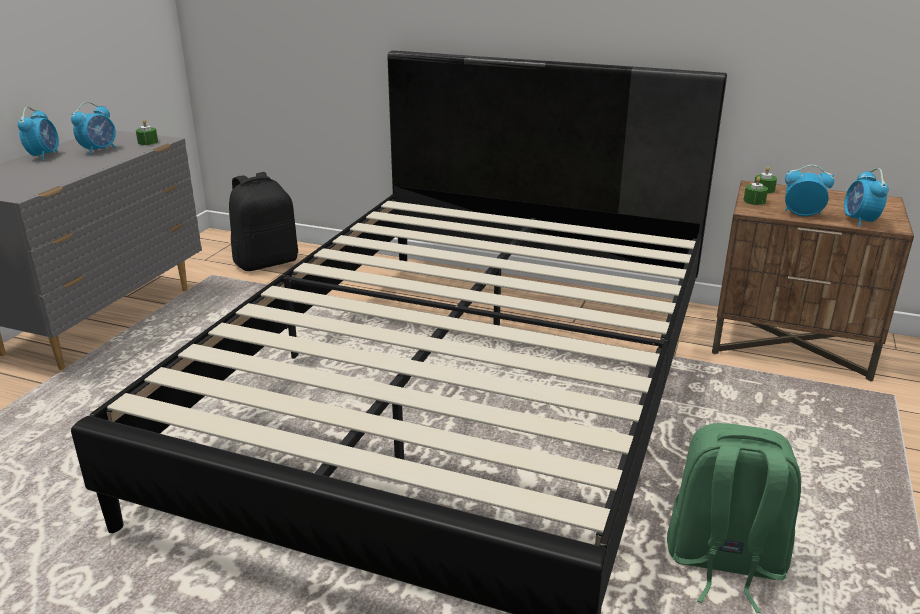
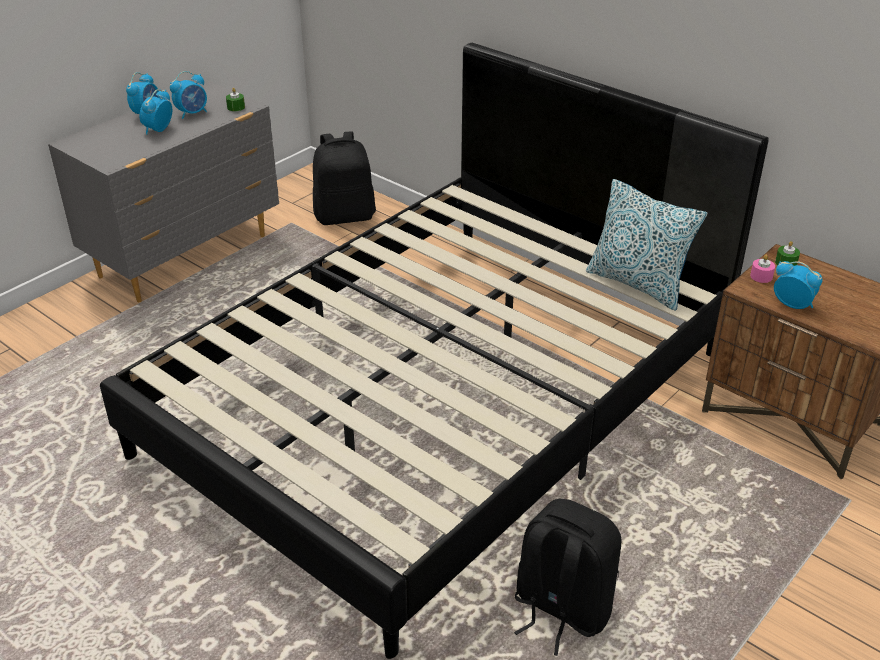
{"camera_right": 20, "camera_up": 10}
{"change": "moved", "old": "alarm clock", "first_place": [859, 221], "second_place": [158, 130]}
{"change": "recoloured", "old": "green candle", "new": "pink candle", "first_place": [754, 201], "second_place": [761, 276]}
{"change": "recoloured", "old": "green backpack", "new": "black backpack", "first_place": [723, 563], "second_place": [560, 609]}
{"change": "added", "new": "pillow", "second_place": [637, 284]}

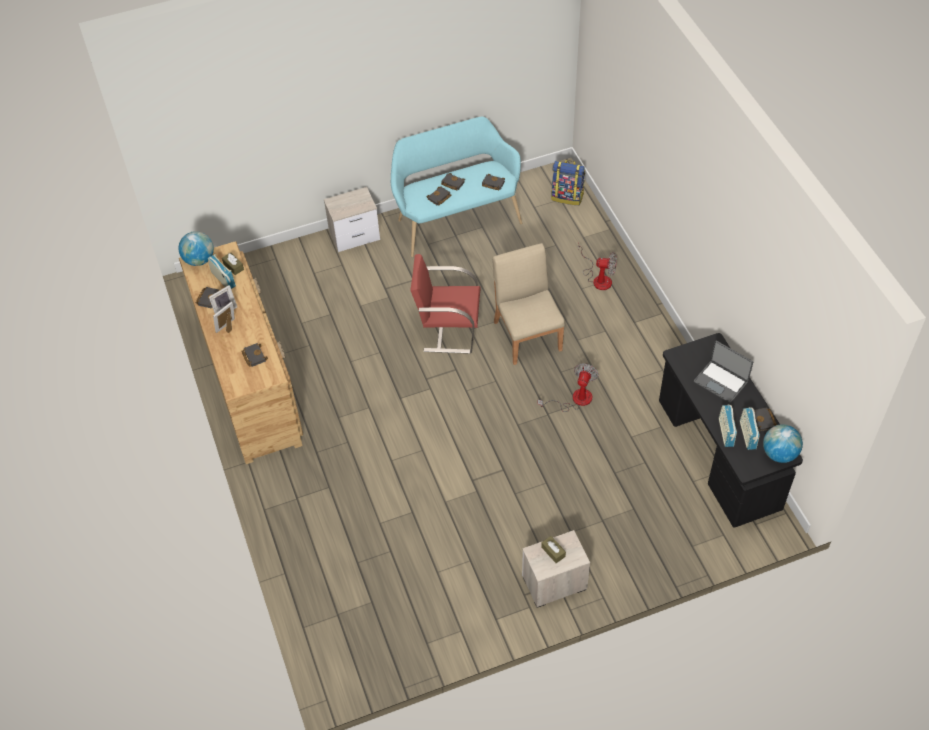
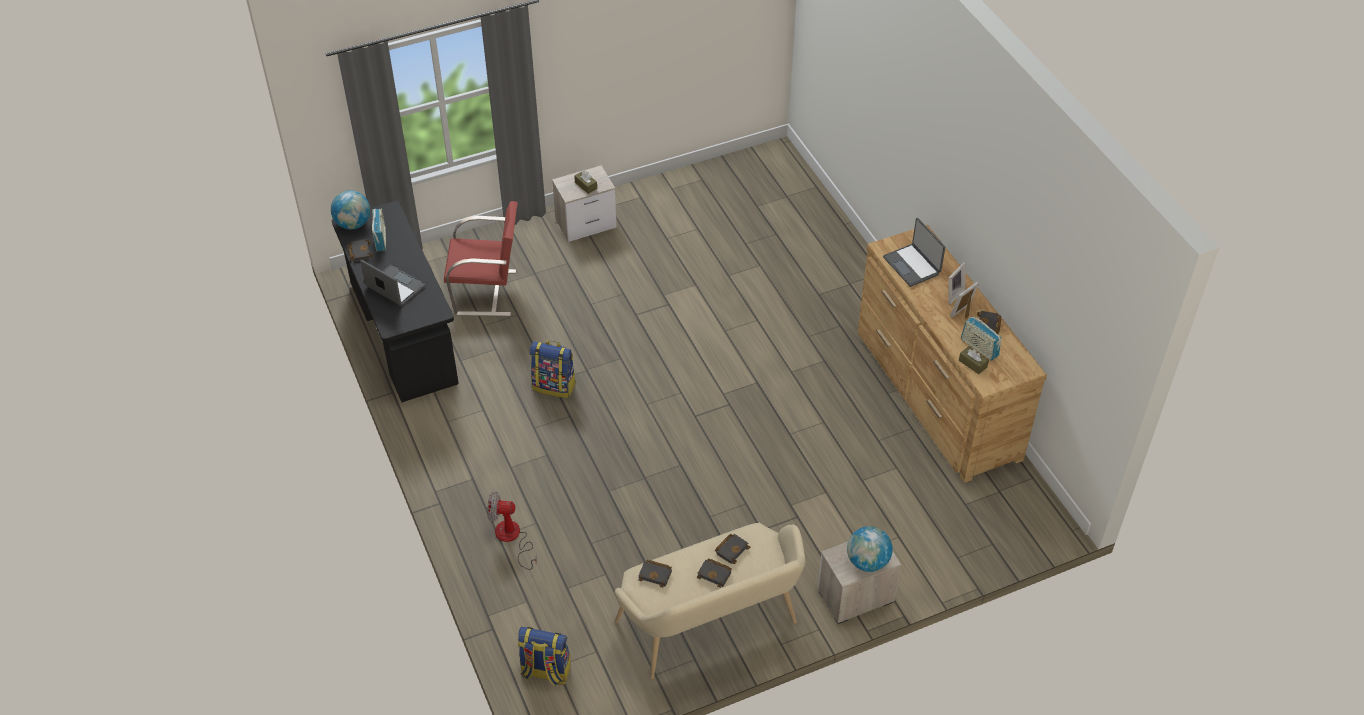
{"camera_right": 175, "camera_up": -5}
{"change": "recoloured", "old": "turquoise bench", "new": "beige bench", "first_place": [456, 219], "second_place": [711, 627]}
{"change": "moved", "old": "globe", "first_place": [199, 260], "second_place": [867, 562]}
{"change": "removed", "old": "beige chair", "first_place": [527, 335]}
{"change": "moved", "old": "red chair", "first_place": [448, 330], "second_place": [487, 293]}
{"change": "replaced", "old": "black book", "new": "laptop", "first_place": [253, 356], "second_place": [912, 265]}
{"change": "replaced", "old": "fan", "new": "backpack", "first_place": [575, 399], "second_place": [554, 386]}
{"change": "removed", "old": "radio", "first_place": [726, 432]}

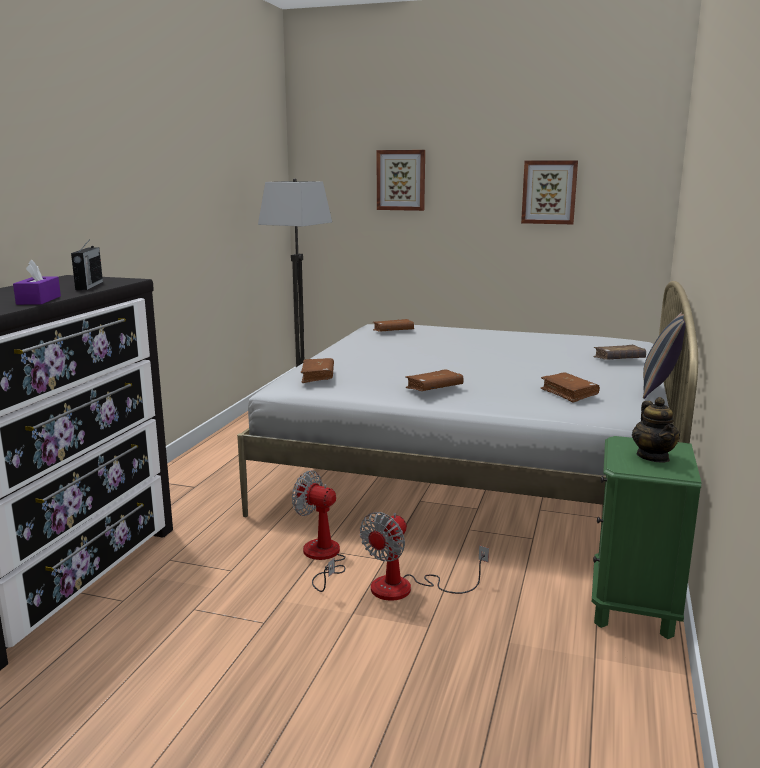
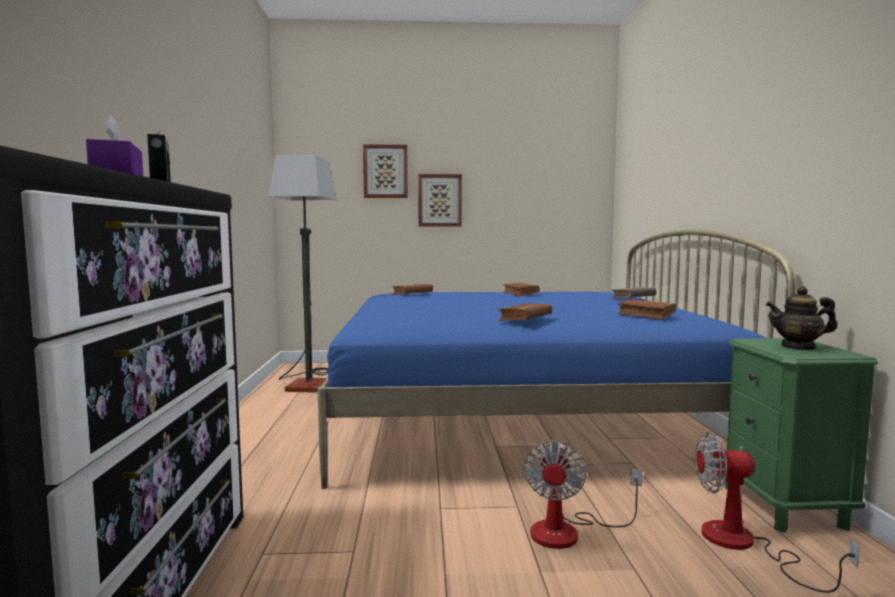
{"camera_right": -20, "camera_up": -10}
{"change": "moved", "old": "picture", "first_place": [549, 192], "second_place": [440, 200]}
{"change": "recoloured", "old": "white bed", "new": "blue bed", "first_place": [475, 469], "second_place": [518, 414]}
{"change": "removed", "old": "pillow", "first_place": [660, 389]}
{"change": "moved", "old": "brown book", "first_place": [317, 376], "second_place": [520, 294]}
{"change": "turned", "old": "teapot", "first_place": [653, 457], "second_place": [798, 347], "degrees": 120}
{"change": "moved", "old": "fan", "first_place": [322, 557], "second_place": [744, 545]}

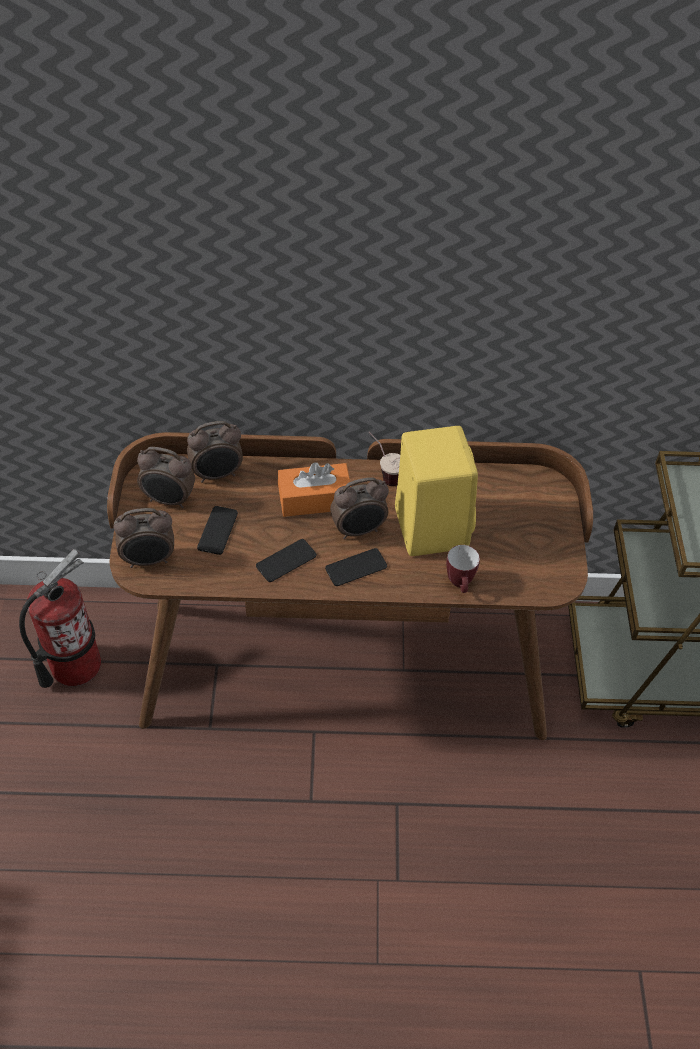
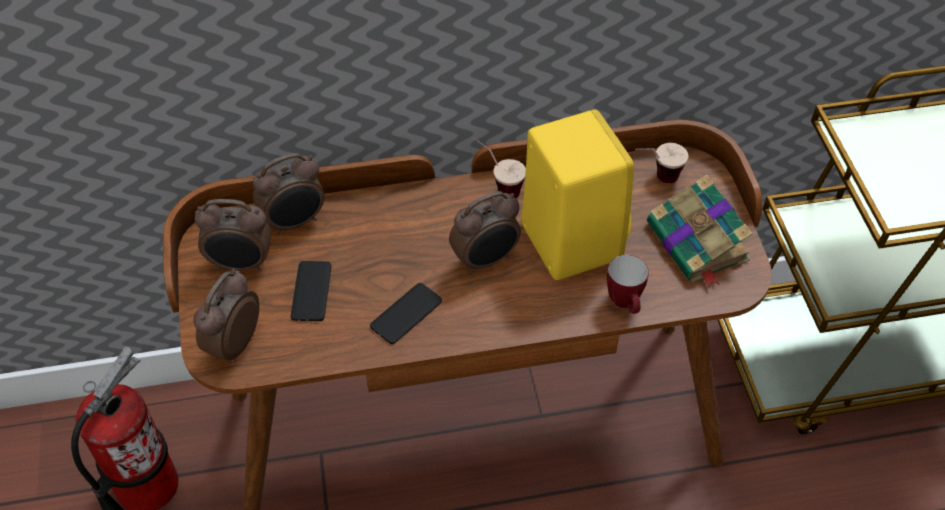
{"camera_right": -10, "camera_up": 0}
{"change": "removed", "old": "orange tissue box", "first_place": [314, 499]}
{"change": "turned", "old": "alarm clock", "first_place": [149, 560], "second_place": [233, 344], "degrees": 135}
{"change": "removed", "old": "phone", "first_place": [356, 567]}
{"change": "added", "new": "cup", "second_place": [655, 179]}
{"change": "added", "new": "book", "second_place": [698, 244]}

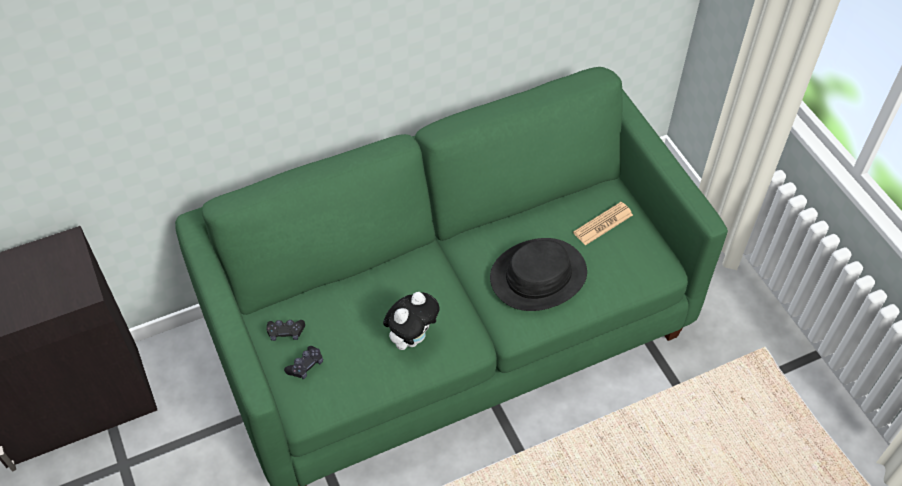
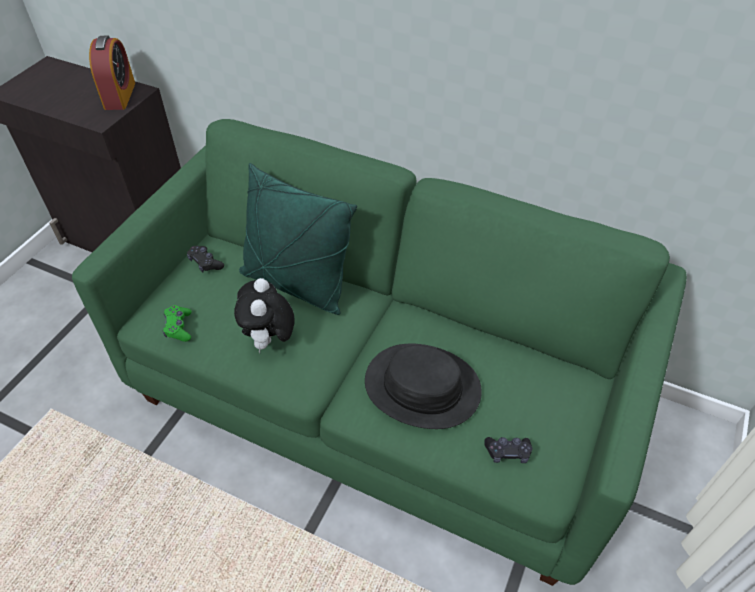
{"camera_right": 50, "camera_up": -5}
{"change": "removed", "old": "newspaper", "first_place": [603, 224]}
{"change": "turned", "old": "plush toy", "first_place": [412, 337], "second_place": [269, 341], "degrees": 90}
{"change": "moved", "old": "black game controller", "first_place": [305, 366], "second_place": [508, 452]}
{"change": "added", "new": "alarm clock", "second_place": [120, 96]}
{"change": "added", "new": "green pillow", "second_place": [296, 284]}
{"change": "added", "new": "green game controller", "second_place": [179, 327]}

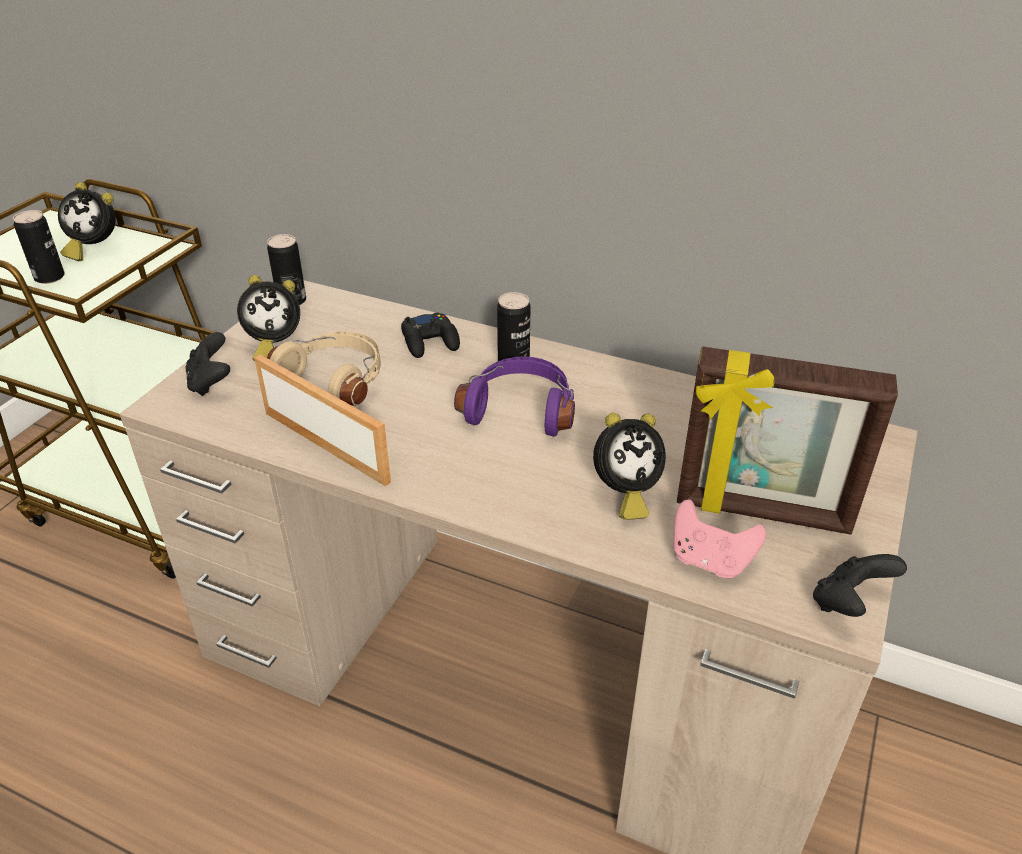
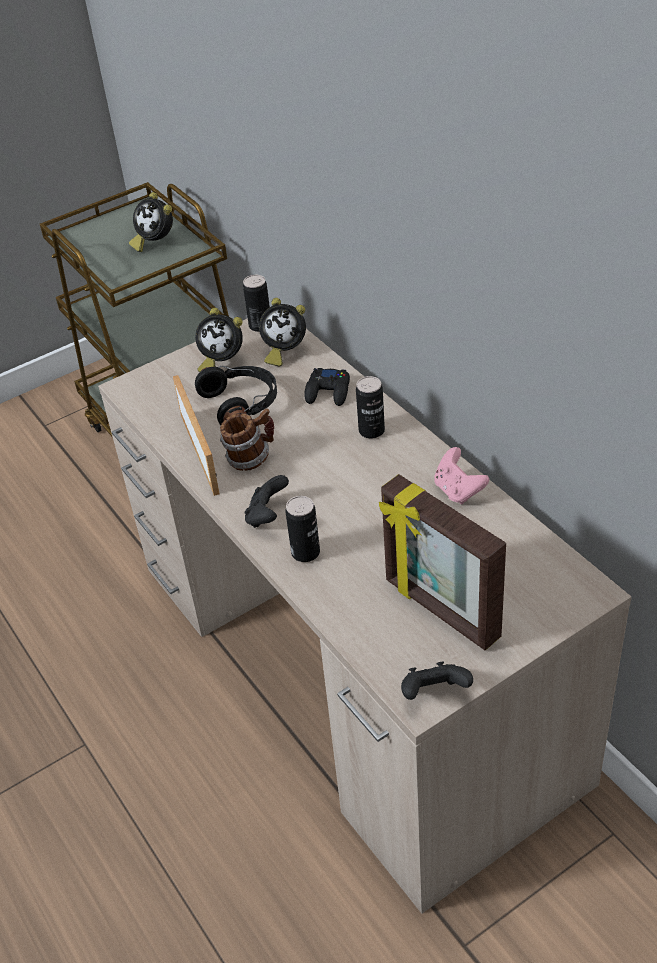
{"camera_right": 35, "camera_up": 5}
{"change": "moved", "old": "can", "first_place": [49, 277], "second_place": [305, 552]}
{"change": "recoloured", "old": "beige headphones", "new": "black headphones", "first_place": [336, 380], "second_place": [242, 404]}
{"change": "moved", "old": "black game controller", "first_place": [211, 383], "second_place": [267, 516]}
{"change": "removed", "old": "purple headphones", "first_place": [521, 409]}
{"change": "moved", "old": "alarm clock", "first_place": [624, 494], "second_place": [283, 352]}
{"change": "moved", "old": "pink game controller", "first_place": [710, 560], "second_place": [458, 490]}
{"change": "added", "new": "mug", "second_place": [251, 458]}

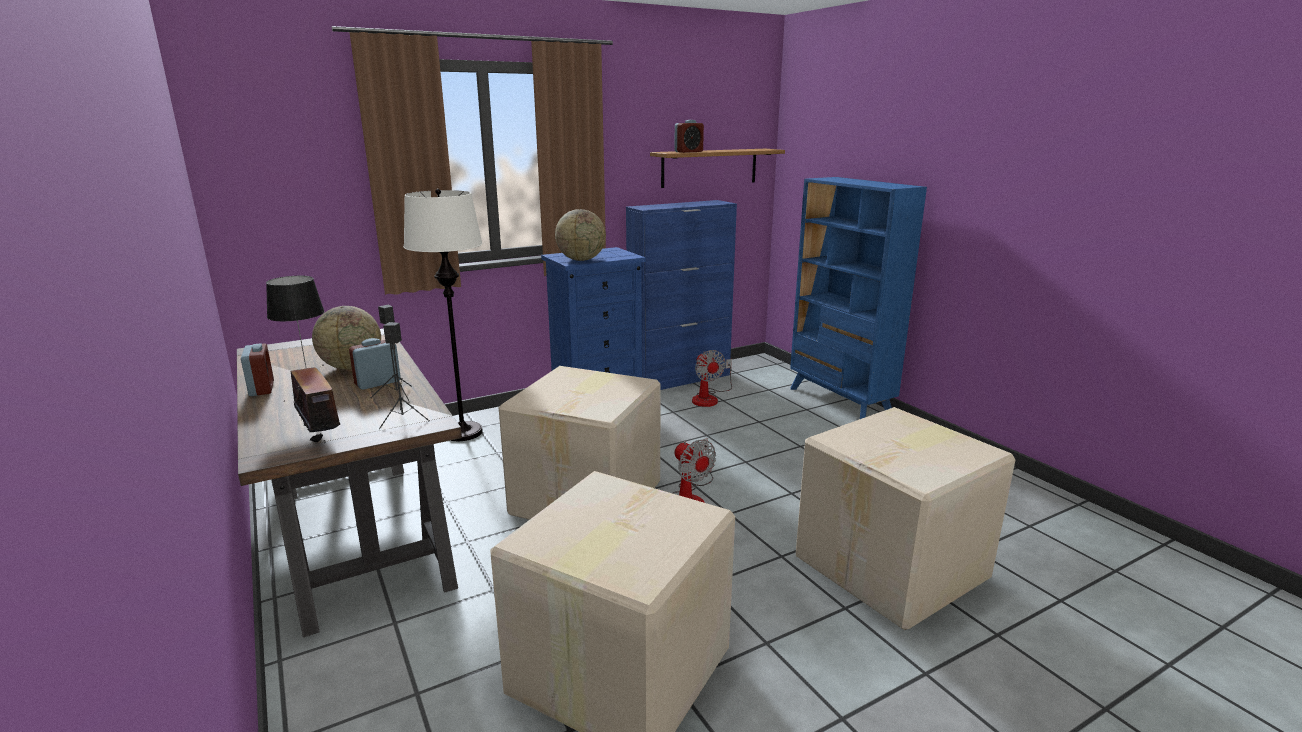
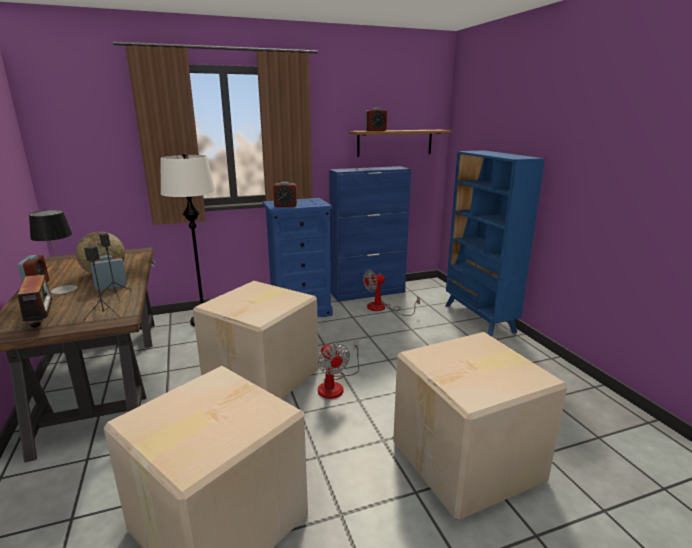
{"camera_right": 10, "camera_up": 0}
{"change": "replaced", "old": "globe", "new": "alarm clock", "first_place": [581, 260], "second_place": [285, 206]}
{"change": "turned", "old": "fan", "first_place": [709, 398], "second_place": [382, 308], "degrees": 75}

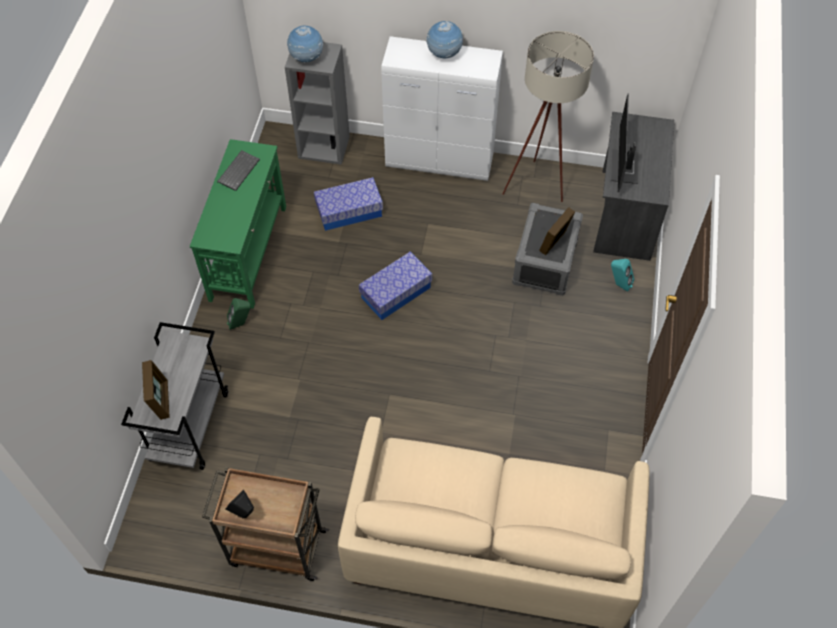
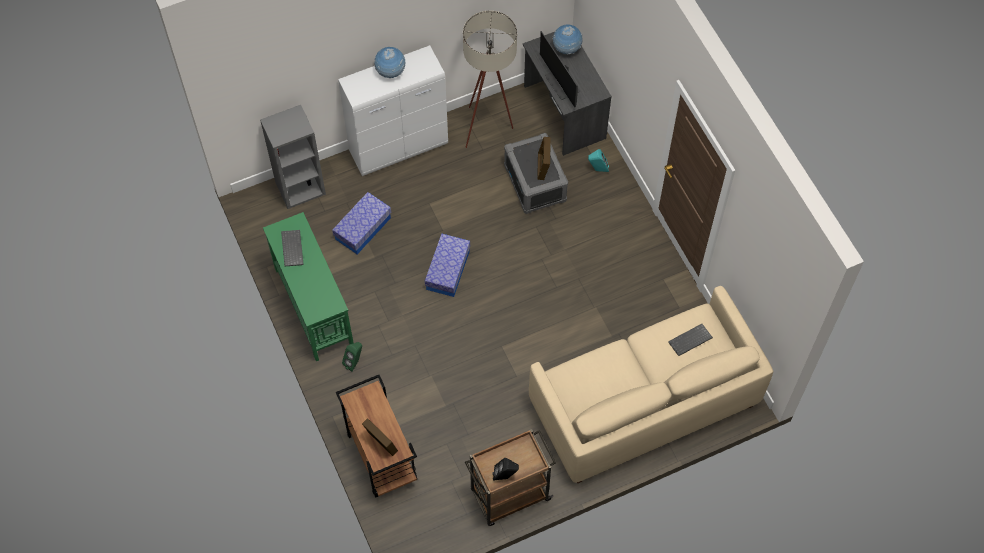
{"camera_right": -35, "camera_up": 5}
{"change": "moved", "old": "globe", "first_place": [307, 59], "second_place": [566, 49]}
{"change": "recoloured", "old": "grey cart", "new": "brown cart", "first_place": [190, 425], "second_place": [381, 456]}
{"change": "added", "new": "keyboard", "second_place": [690, 341]}

